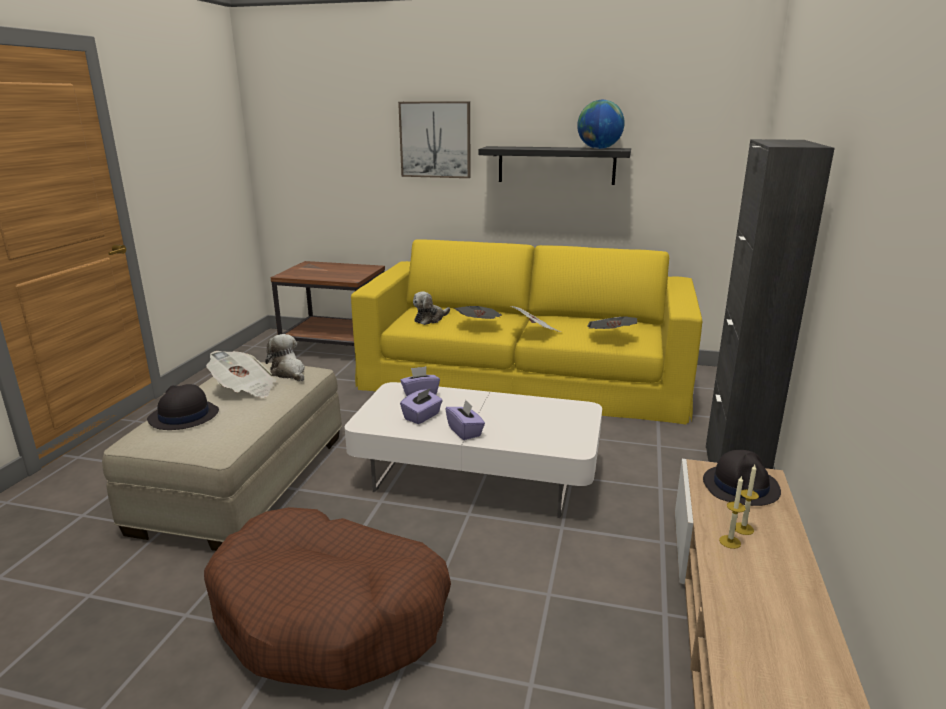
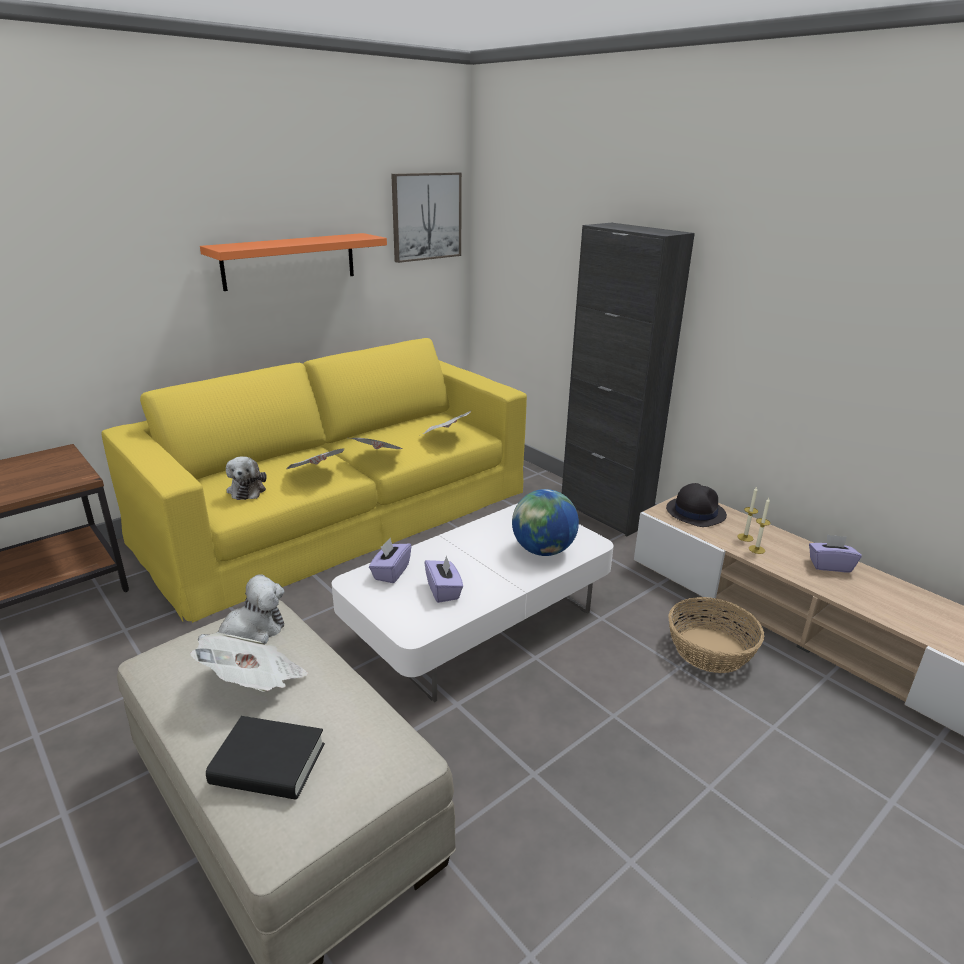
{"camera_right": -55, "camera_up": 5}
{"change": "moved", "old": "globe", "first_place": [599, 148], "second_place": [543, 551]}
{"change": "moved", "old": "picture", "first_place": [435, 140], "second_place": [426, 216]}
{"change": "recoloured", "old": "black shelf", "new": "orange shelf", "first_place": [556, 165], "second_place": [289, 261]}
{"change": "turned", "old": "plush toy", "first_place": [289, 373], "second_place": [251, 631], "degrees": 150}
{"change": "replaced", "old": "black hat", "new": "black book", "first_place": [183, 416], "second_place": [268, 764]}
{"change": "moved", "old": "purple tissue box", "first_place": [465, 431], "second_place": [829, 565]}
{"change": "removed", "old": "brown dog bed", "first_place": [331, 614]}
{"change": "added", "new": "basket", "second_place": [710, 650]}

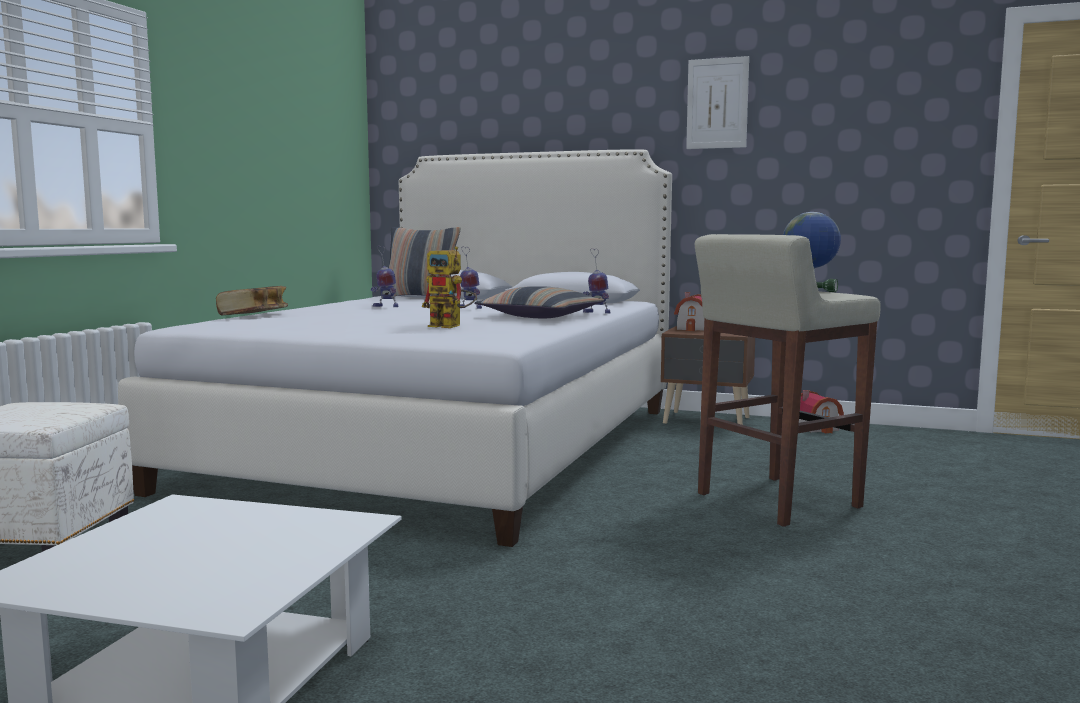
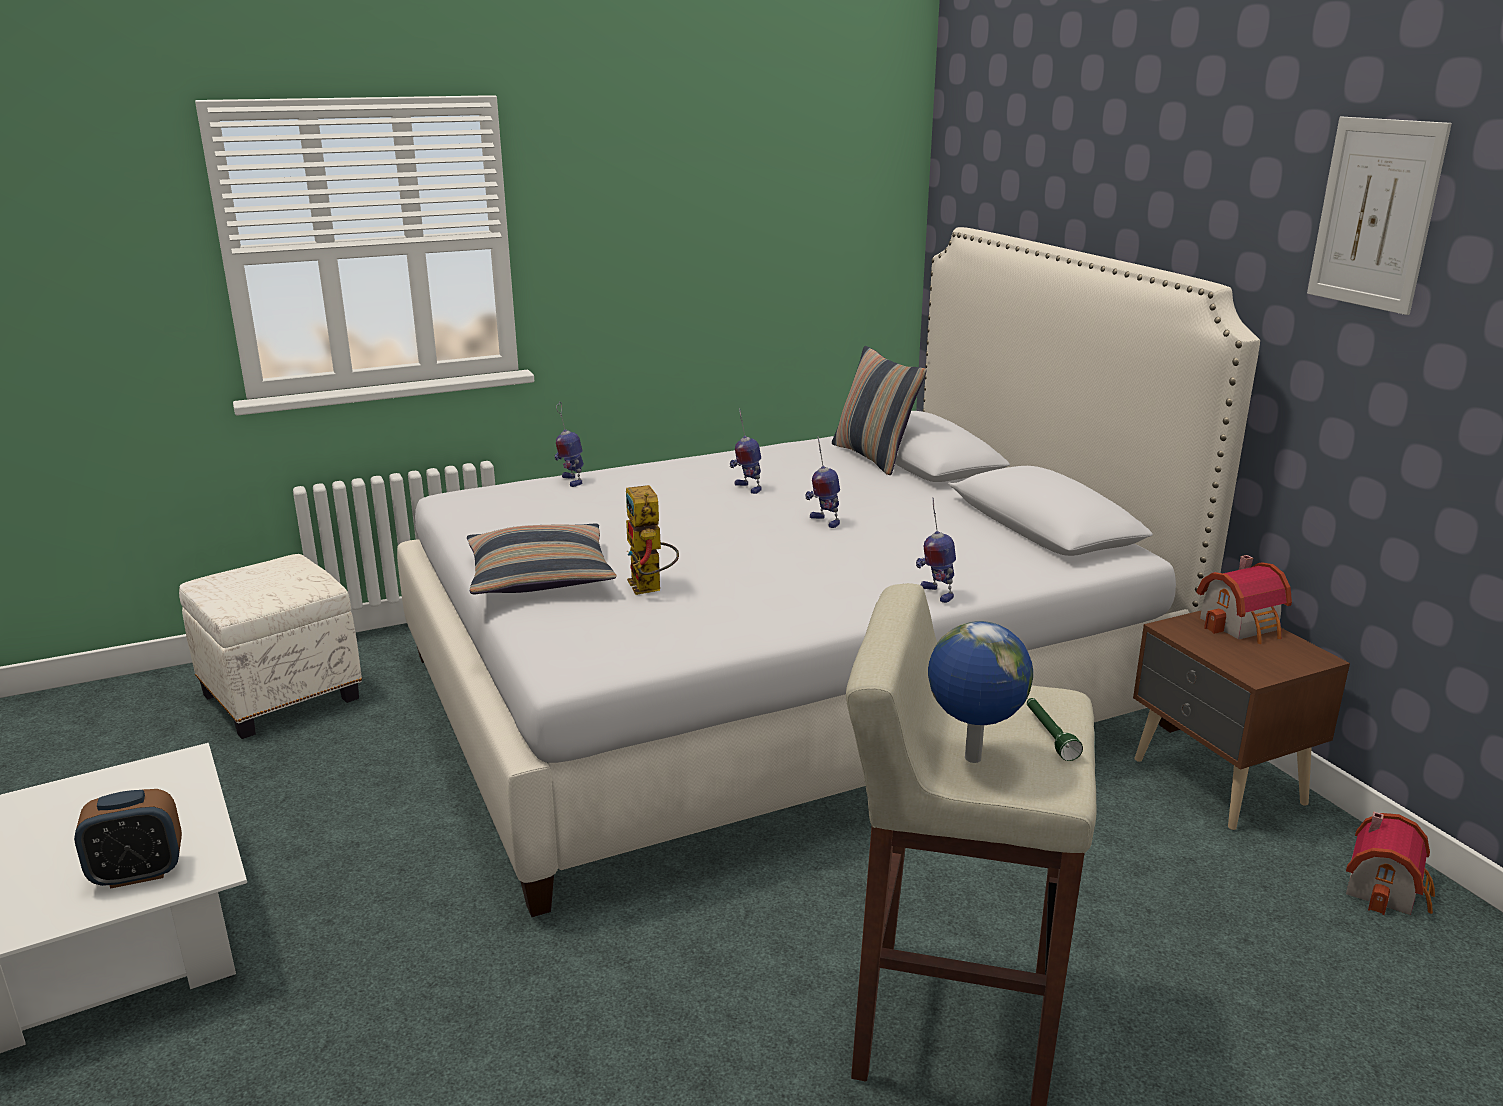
{"camera_right": 45, "camera_up": 15}
{"change": "replaced", "old": "book", "new": "toy robot", "first_place": [253, 315], "second_place": [571, 481]}
{"change": "moved", "old": "pillow", "first_place": [540, 316], "second_place": [540, 576]}
{"change": "added", "new": "alarm clock", "second_place": [138, 873]}

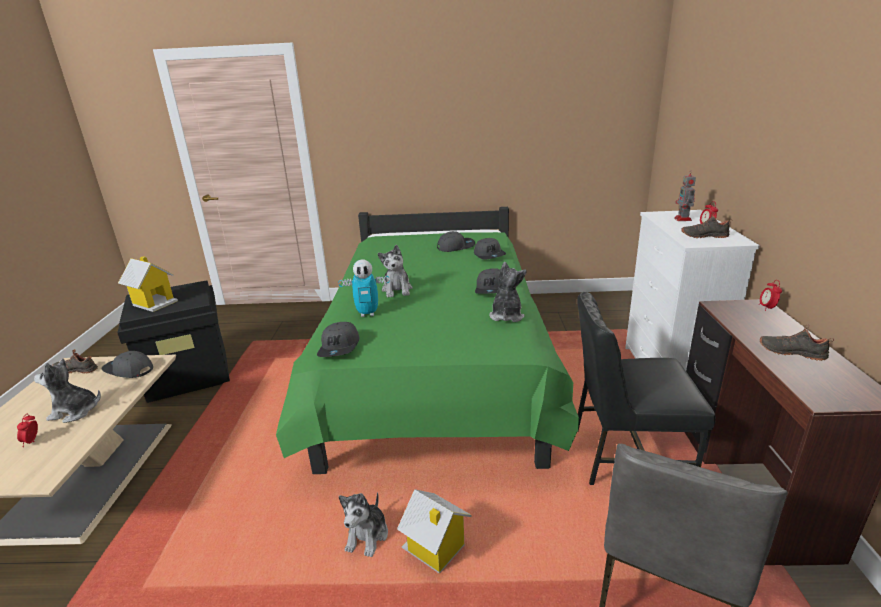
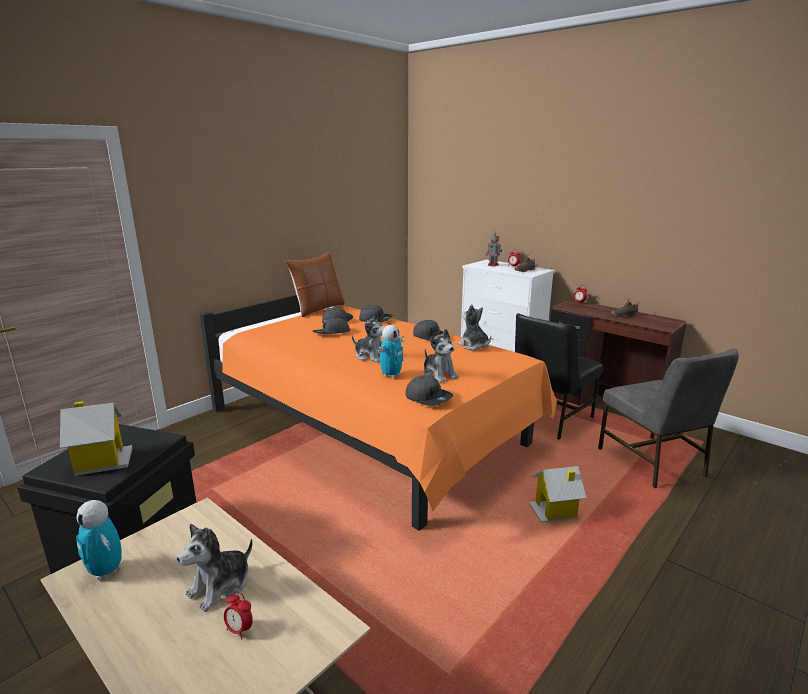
{"camera_right": -50, "camera_up": -5}
{"change": "recoloured", "old": "green bed", "new": "orange bed", "first_place": [434, 369], "second_place": [371, 430]}
{"change": "replaced", "old": "black shoe", "new": "toy robot", "first_place": [77, 370], "second_place": [106, 571]}
{"change": "moved", "old": "grey cap", "first_place": [128, 370], "second_place": [331, 333]}
{"change": "moved", "old": "plush toy", "first_place": [367, 536], "second_place": [439, 374]}
{"change": "added", "new": "brown pillow", "second_place": [318, 309]}

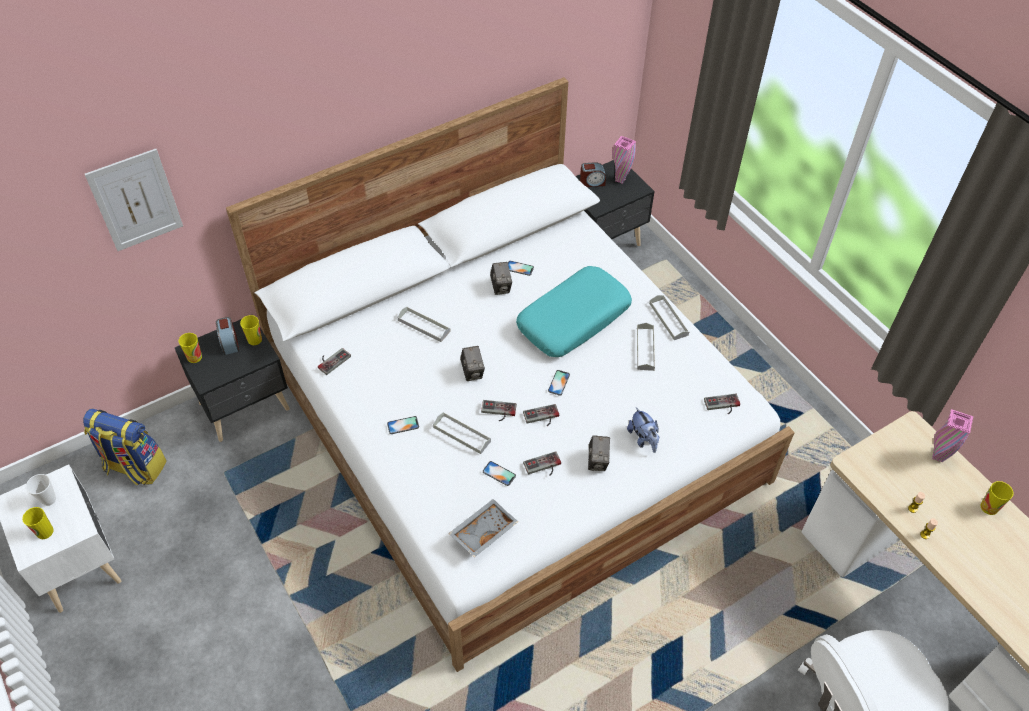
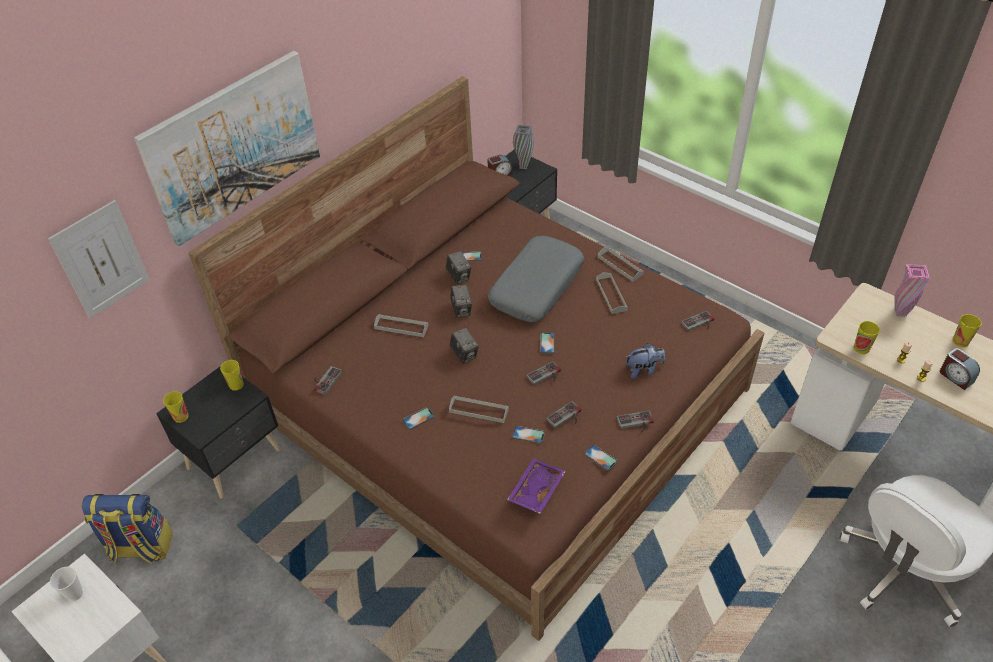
{"camera_right": -15, "camera_up": -5}
{"change": "recoloured", "old": "white bed", "new": "brown bed", "first_place": [513, 421], "second_place": [499, 401]}
{"change": "recoloured", "old": "pink vase", "new": "grey vase", "first_place": [620, 180], "second_place": [523, 166]}
{"change": "recoloured", "old": "turquoise pillow", "new": "grey pillow", "first_place": [573, 319], "second_place": [536, 286]}
{"change": "moved", "old": "alarm clock", "first_place": [229, 343], "second_place": [955, 377]}
{"change": "moved", "old": "game controller", "first_place": [498, 412], "second_place": [636, 424]}
{"change": "turned", "old": "plush toy", "first_place": [643, 439], "second_place": [643, 370], "degrees": -60}
{"change": "moved", "old": "photo camera", "first_place": [597, 461], "second_place": [461, 310]}
{"change": "recoloured", "old": "grey tray", "new": "purple tray", "first_place": [483, 531], "second_place": [535, 490]}
{"change": "moved", "old": "cup", "first_place": [45, 532], "second_place": [861, 348]}
{"change": "added", "new": "picture", "second_place": [233, 146]}
{"change": "added", "new": "phone", "second_place": [600, 458]}

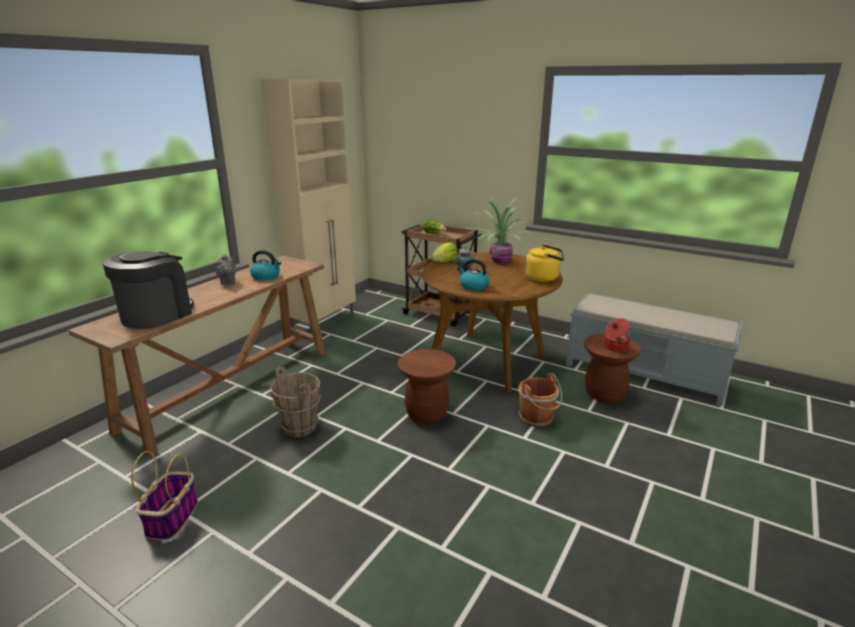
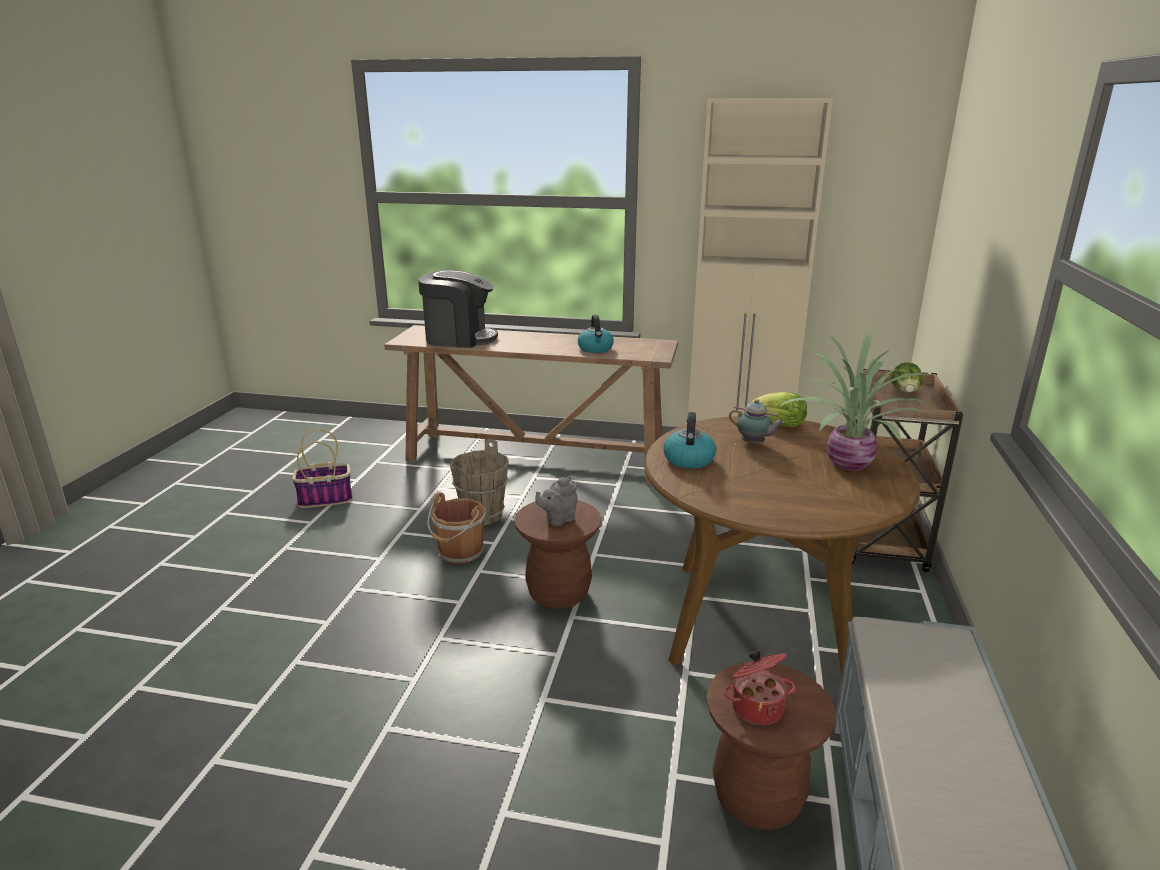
{"camera_right": 70, "camera_up": 0}
{"change": "removed", "old": "yellow kettle", "first_place": [544, 278]}
{"change": "moved", "old": "grey teapot", "first_place": [228, 282], "second_place": [558, 519]}
{"change": "moved", "old": "brown bucket", "first_place": [537, 418], "second_place": [460, 553]}

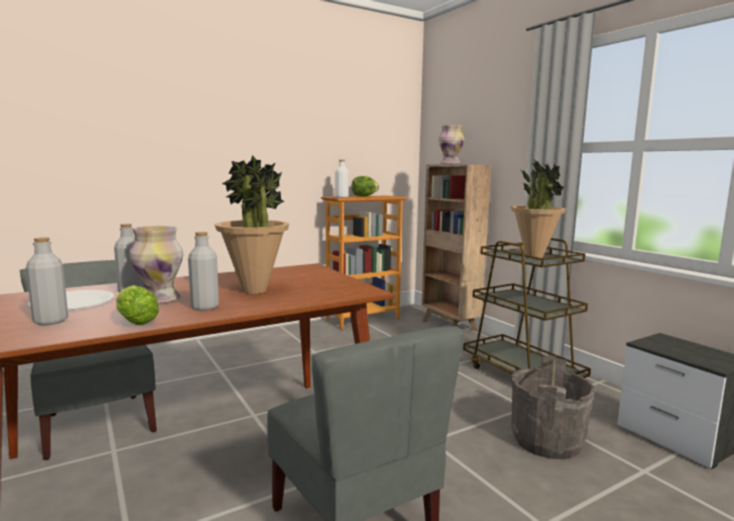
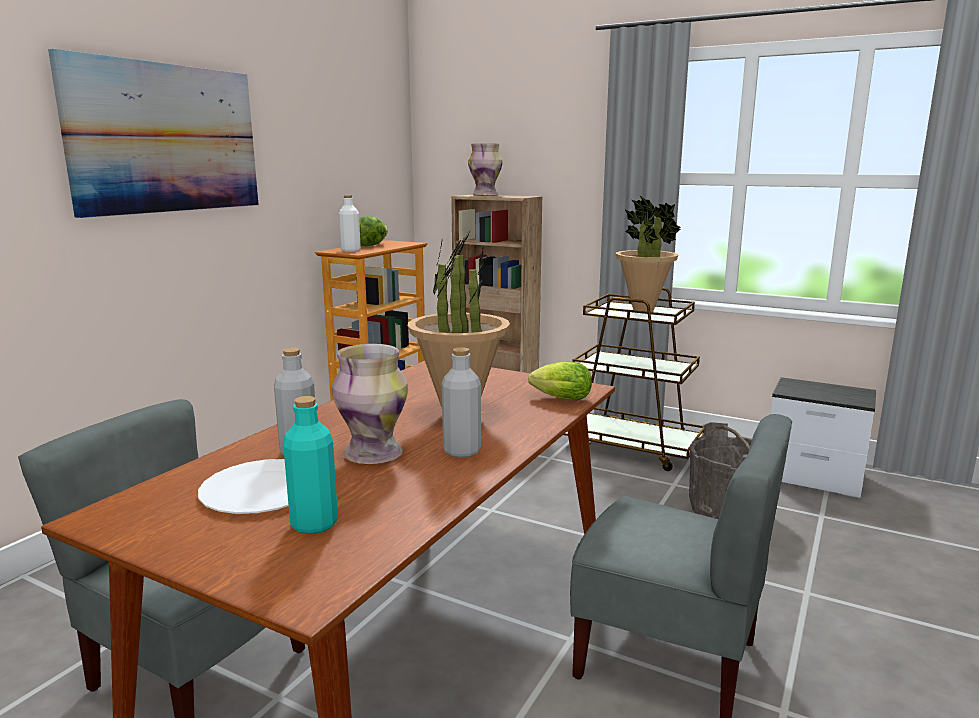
{"camera_right": -30, "camera_up": 5}
{"change": "recoloured", "old": "grey bottle", "new": "turquoise bottle", "first_place": [51, 321], "second_place": [314, 524]}
{"change": "moved", "old": "lettuce", "first_place": [135, 321], "second_place": [558, 399]}
{"change": "added", "new": "picture", "second_place": [166, 139]}

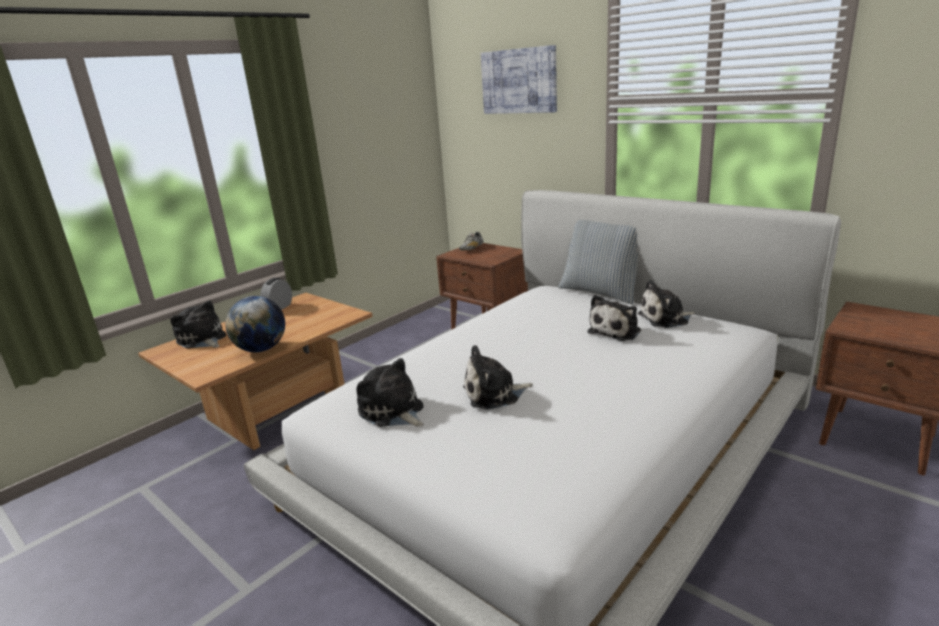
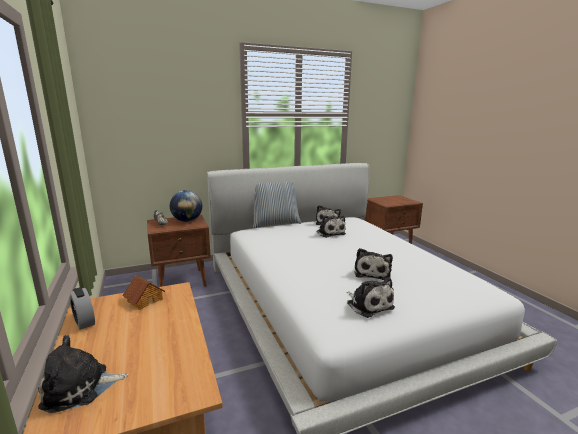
{"camera_right": -65, "camera_up": -5}
{"change": "removed", "old": "picture", "first_place": [519, 81]}
{"change": "moved", "old": "globe", "first_place": [261, 349], "second_place": [187, 221]}
{"change": "turned", "old": "plush toy", "first_place": [392, 411], "second_place": [368, 304], "degrees": -105}
{"change": "added", "new": "toy house", "second_place": [145, 300]}

